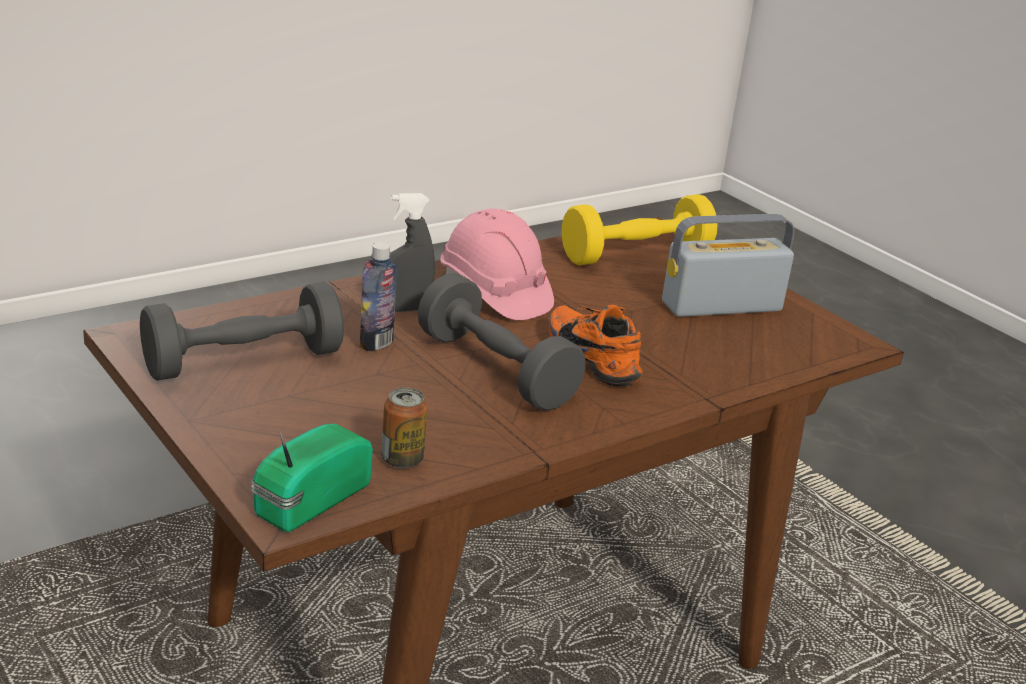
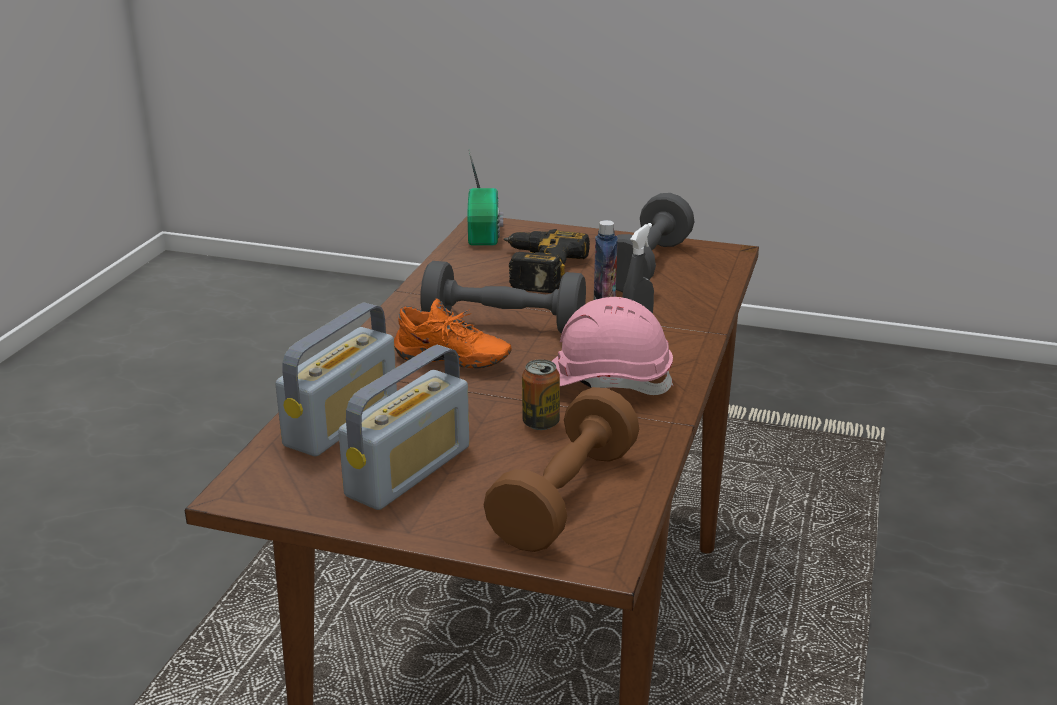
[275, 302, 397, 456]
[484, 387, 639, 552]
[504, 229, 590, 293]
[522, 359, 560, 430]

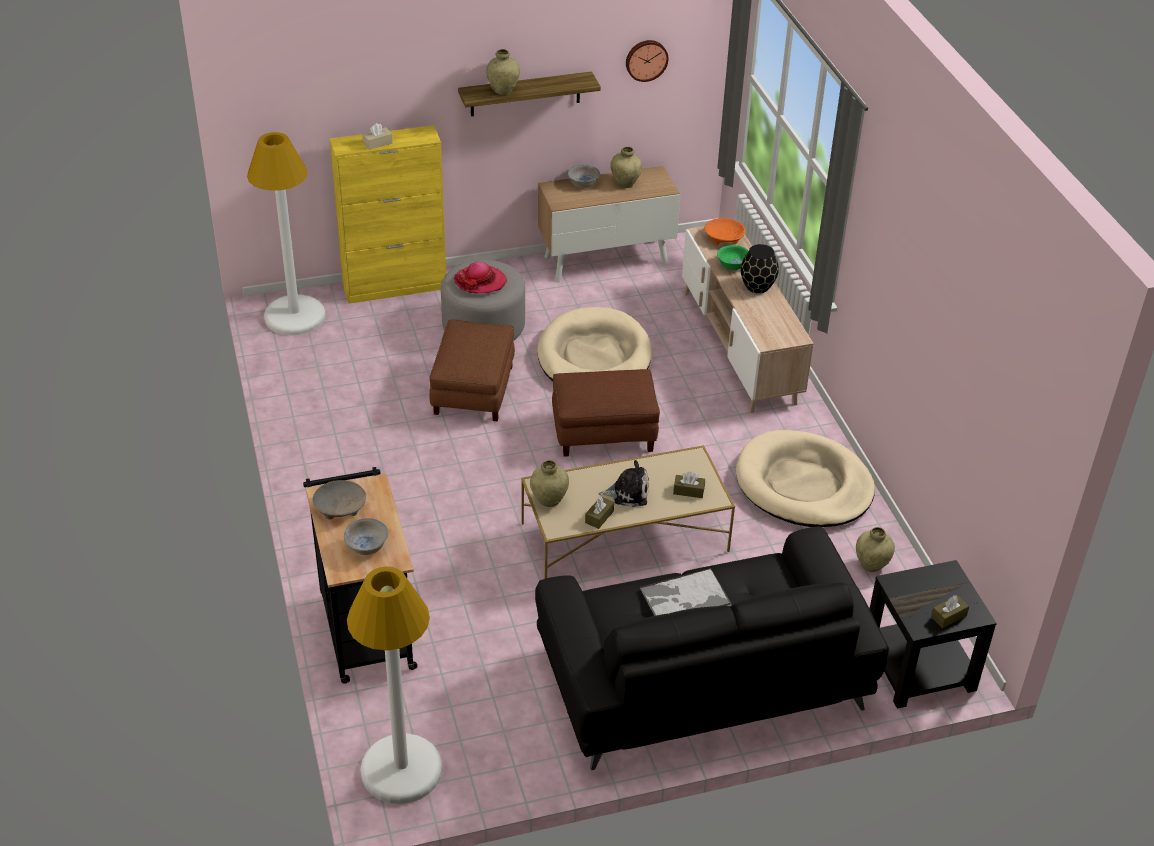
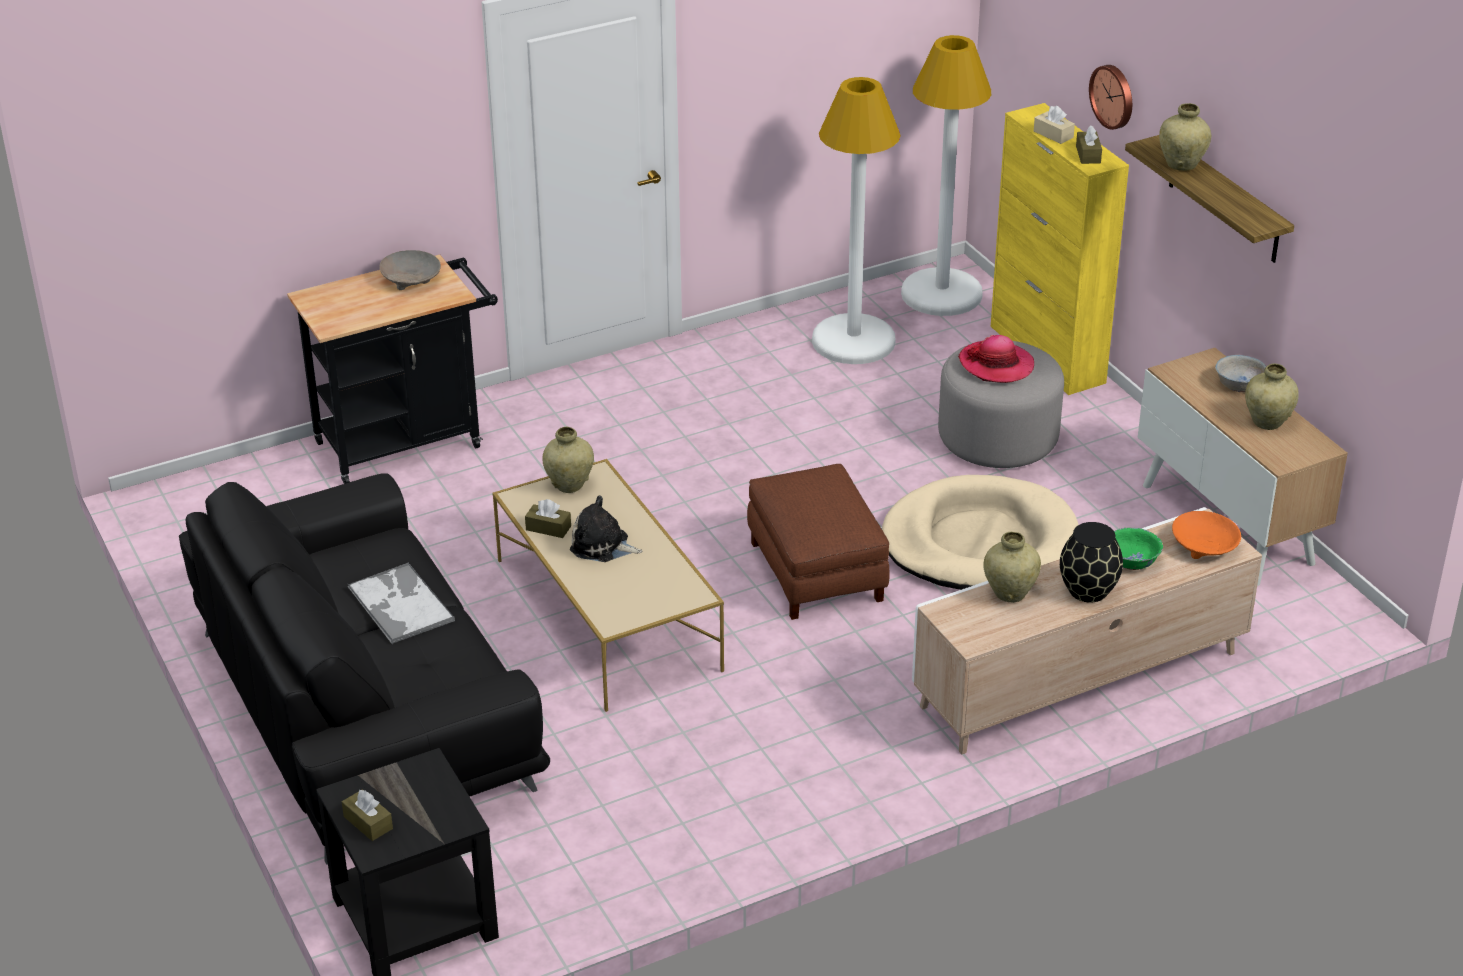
[570, 496, 642, 562]
[812, 77, 901, 364]
[983, 532, 1041, 603]
[1076, 125, 1102, 164]
[1089, 65, 1132, 130]
[344, 518, 388, 555] (first image)
[429, 319, 515, 421] (first image)
[736, 430, 875, 527] (first image)

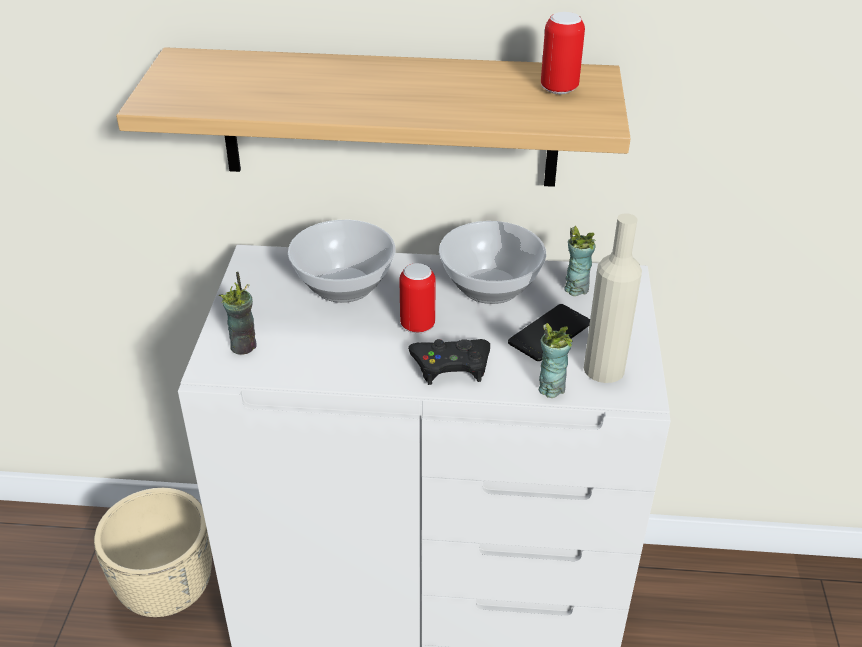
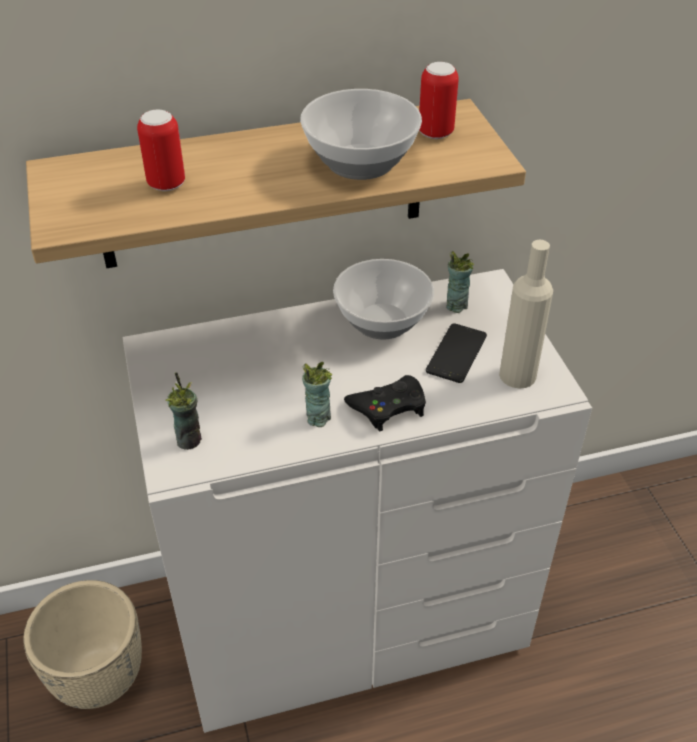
[137, 110, 185, 191]
[300, 89, 422, 180]
[302, 362, 332, 427]

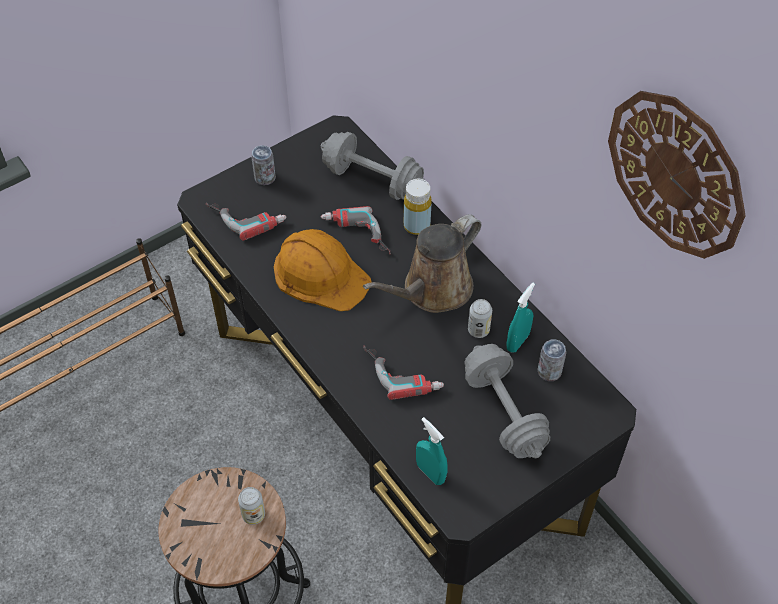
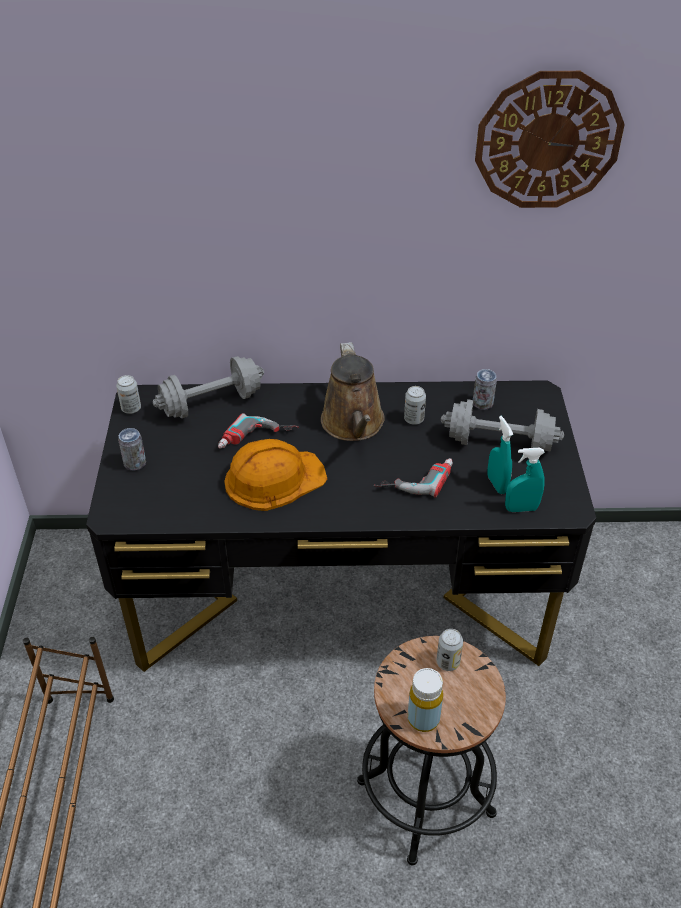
[116, 375, 141, 414]
[408, 668, 443, 732]
[488, 416, 513, 494]
[206, 203, 286, 241] (first image)

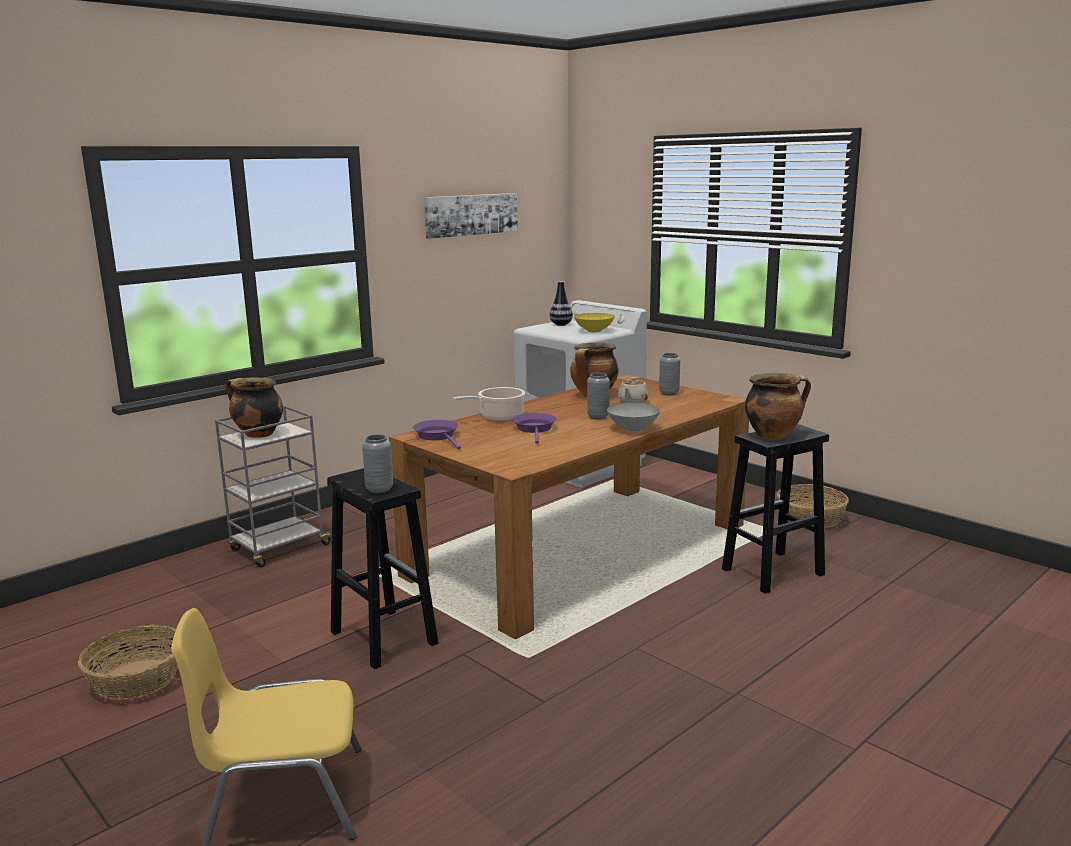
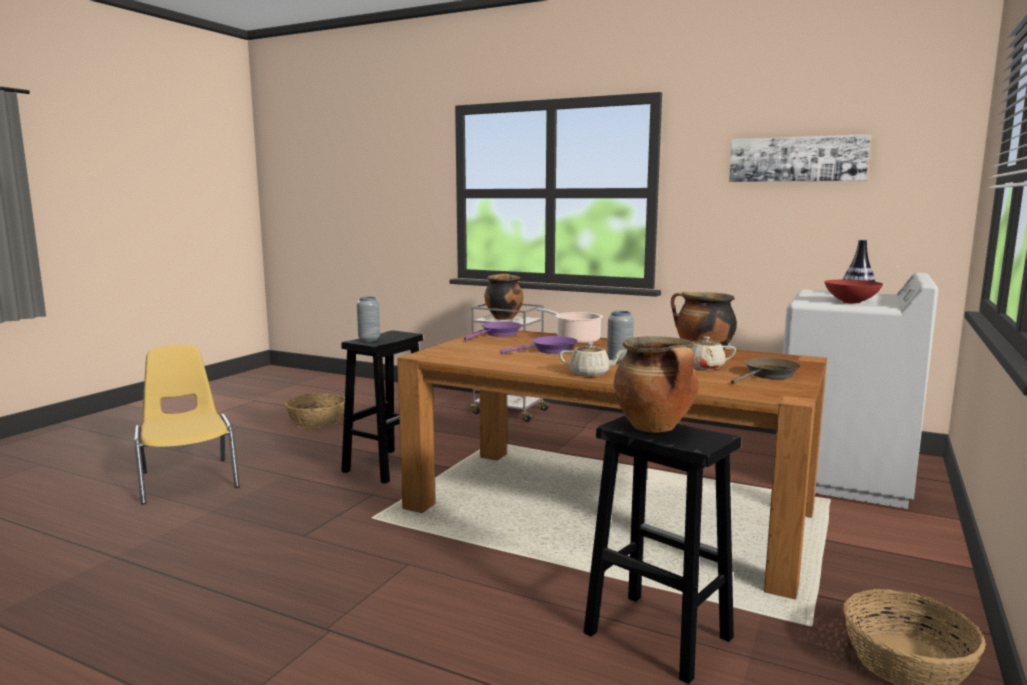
[559, 342, 625, 377]
[731, 358, 800, 384]
[824, 280, 883, 304]

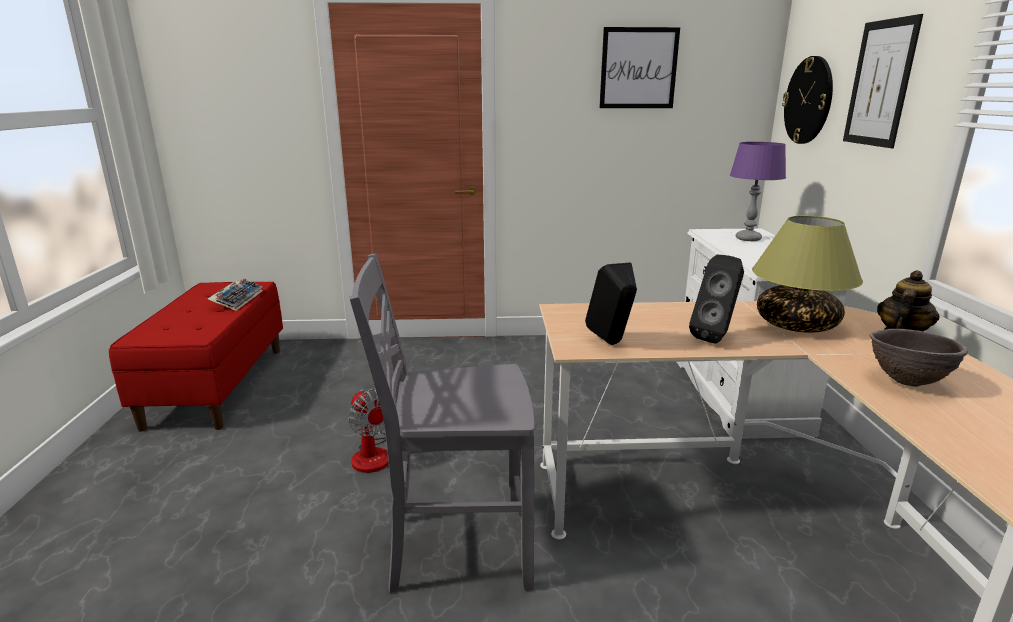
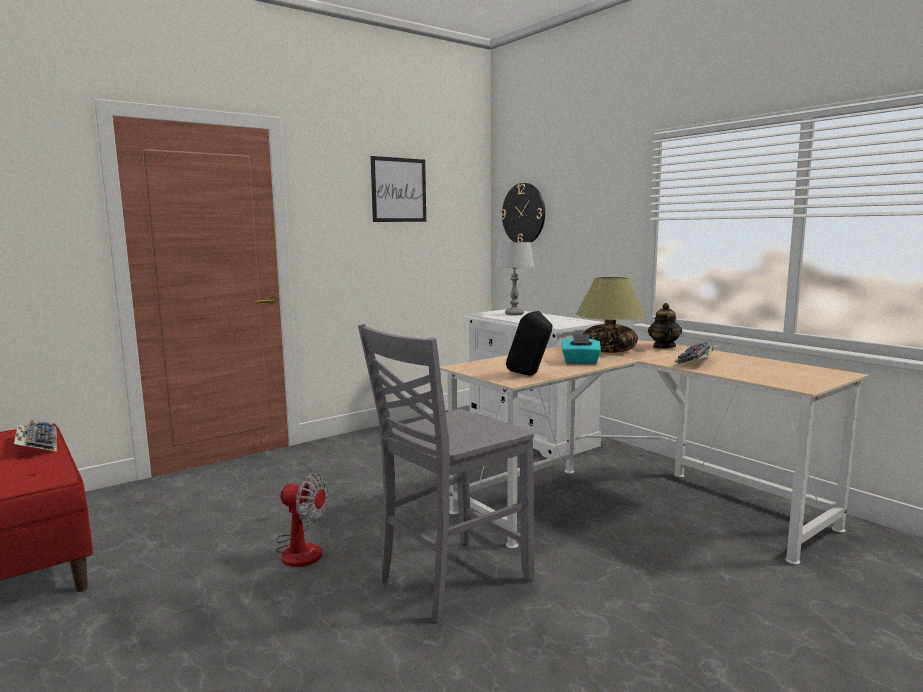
[495, 242, 534, 315]
[562, 334, 601, 364]
[674, 341, 719, 366]
[843, 14, 923, 148] (first image)

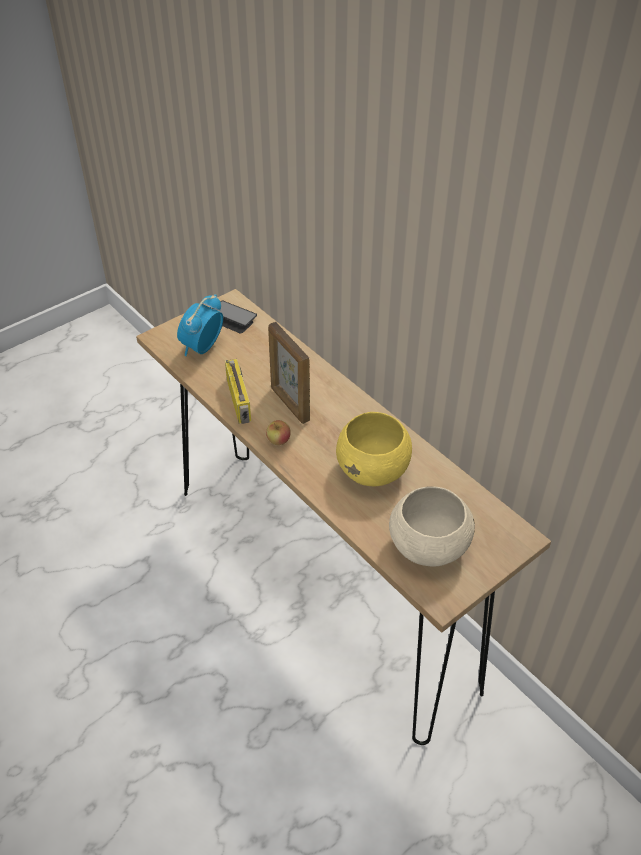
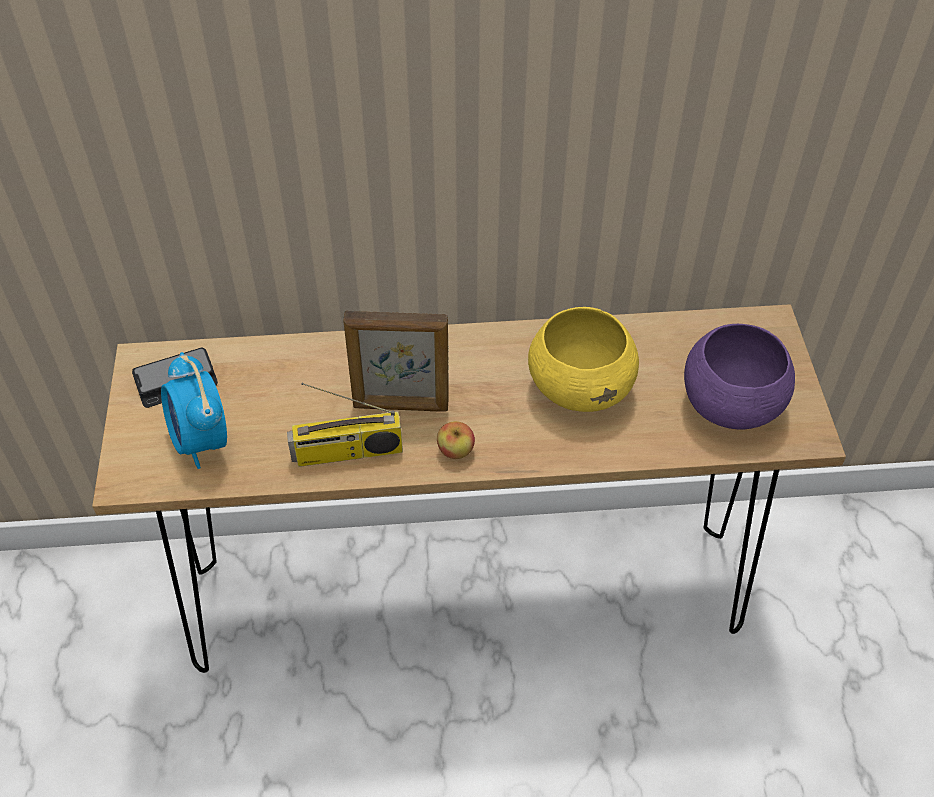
[287, 383, 403, 467]
[684, 324, 795, 430]

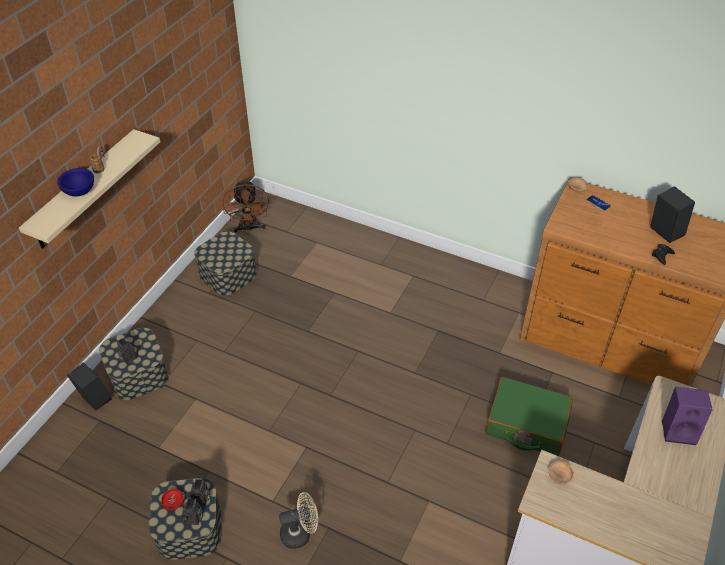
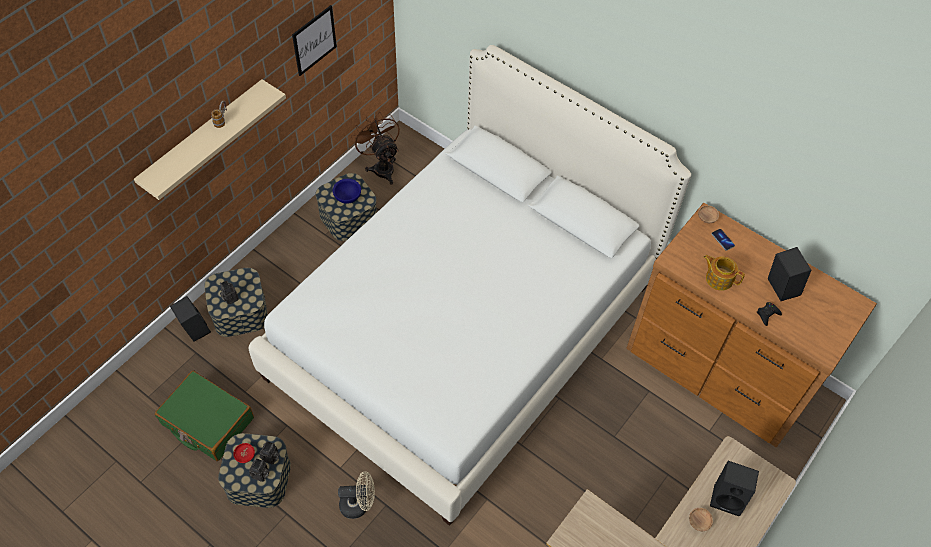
[155, 370, 254, 461]
[249, 45, 691, 526]
[292, 5, 337, 76]
[333, 179, 361, 204]
[351, 112, 400, 184]
[689, 508, 713, 531]
[704, 255, 745, 291]
[710, 461, 759, 516]

